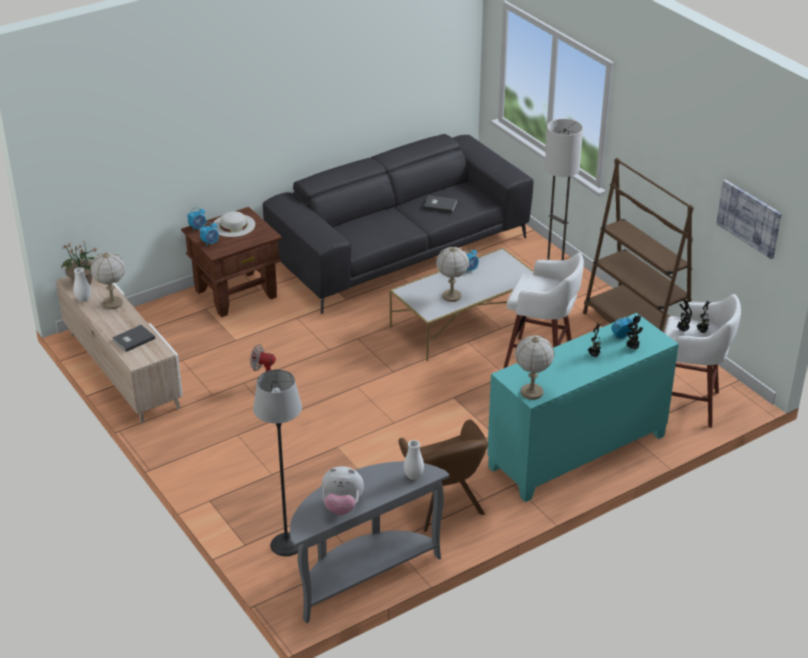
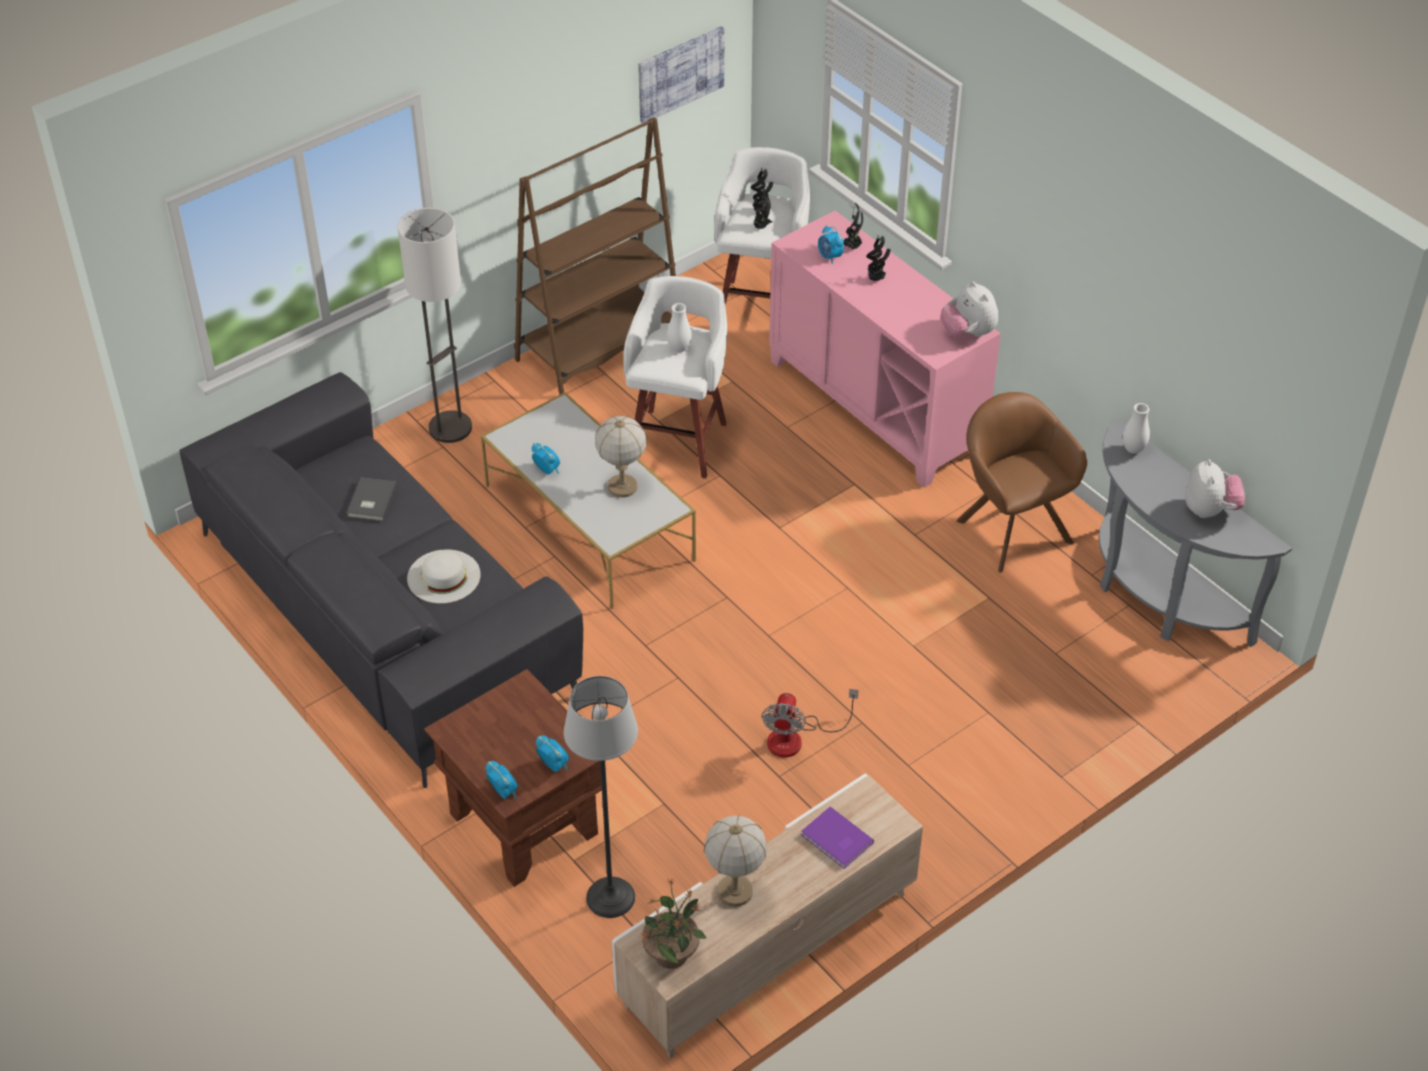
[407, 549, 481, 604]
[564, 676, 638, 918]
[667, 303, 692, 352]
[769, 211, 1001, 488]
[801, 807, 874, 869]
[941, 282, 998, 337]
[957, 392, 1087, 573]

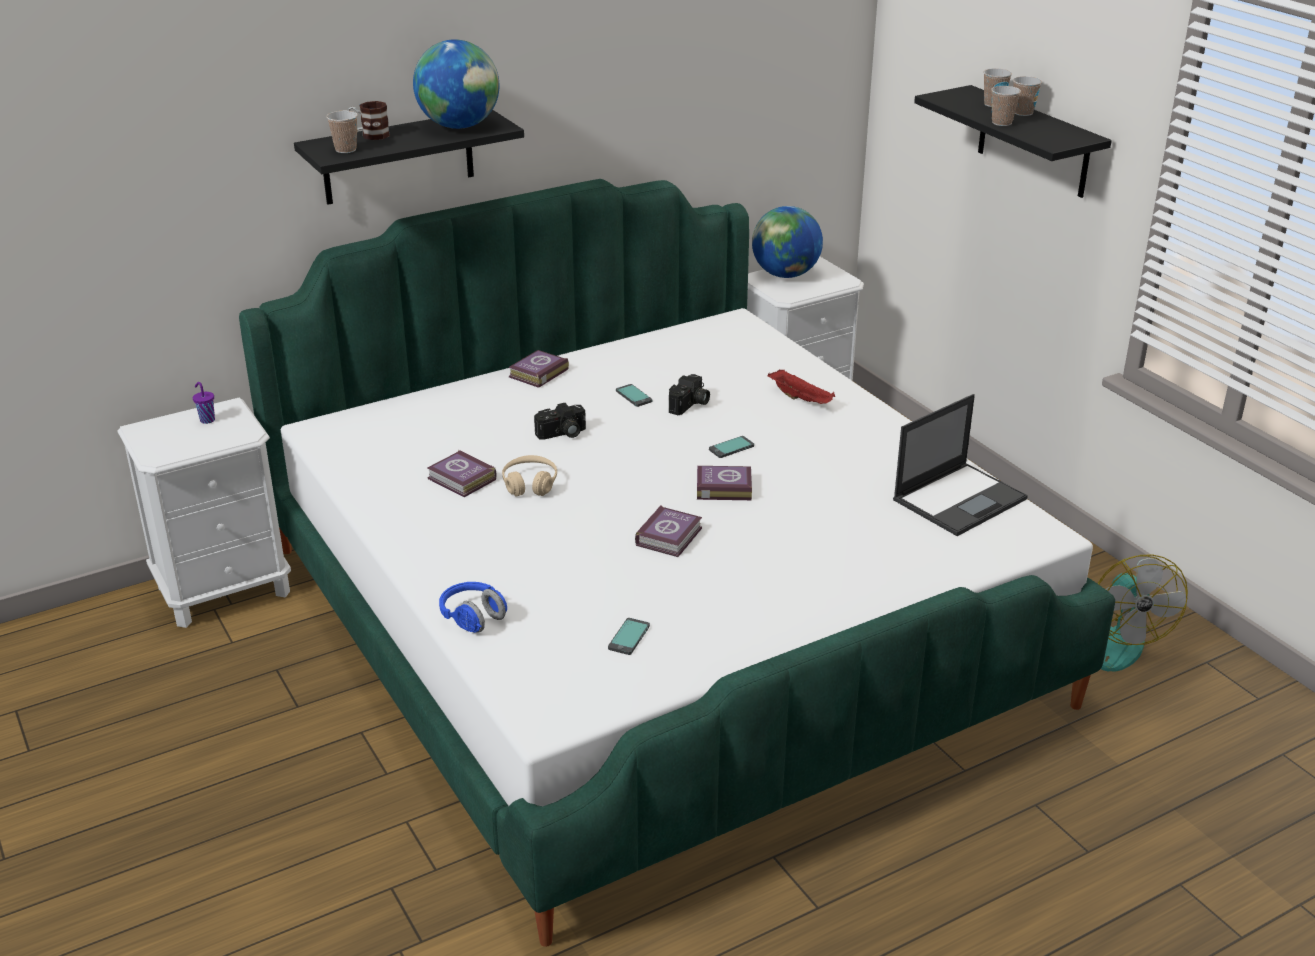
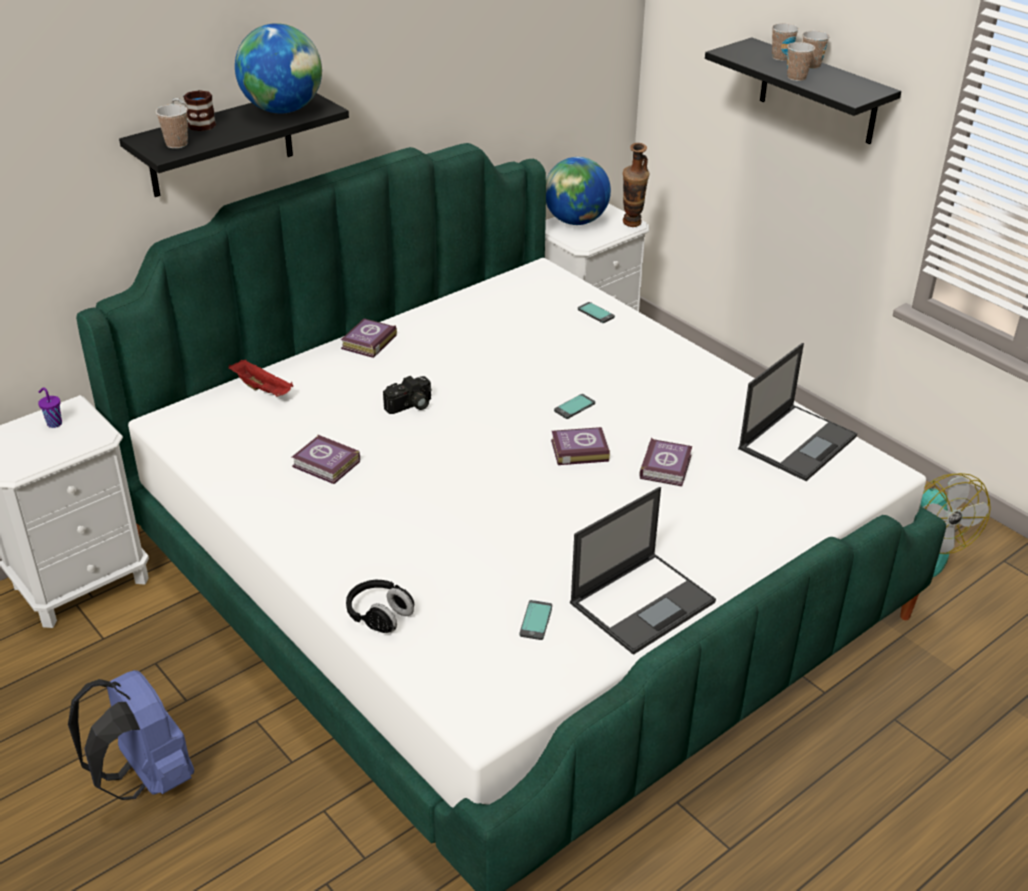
[68, 670, 194, 800]
[229, 360, 293, 396]
[346, 580, 414, 633]
[570, 487, 716, 655]
[578, 302, 615, 323]
[623, 143, 650, 227]
[639, 438, 692, 487]
[502, 455, 557, 496] (first image)
[669, 374, 710, 415] (first image)

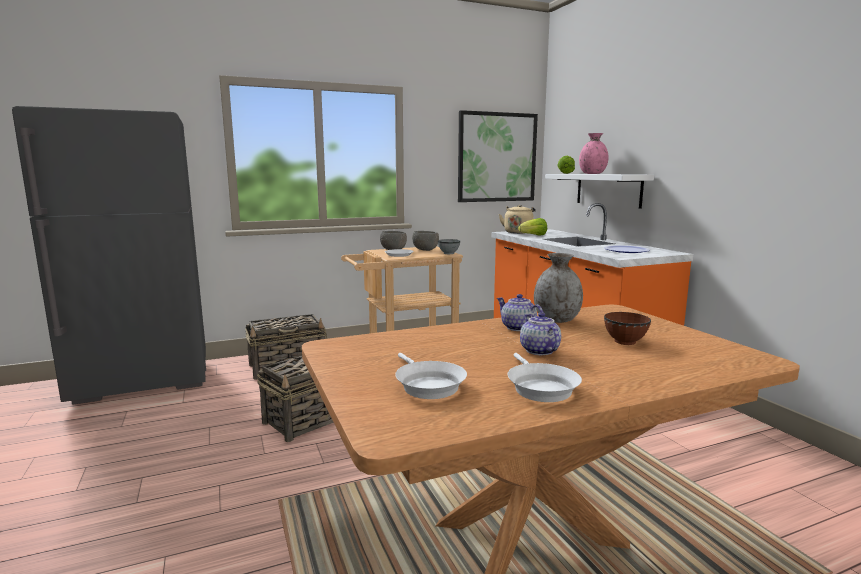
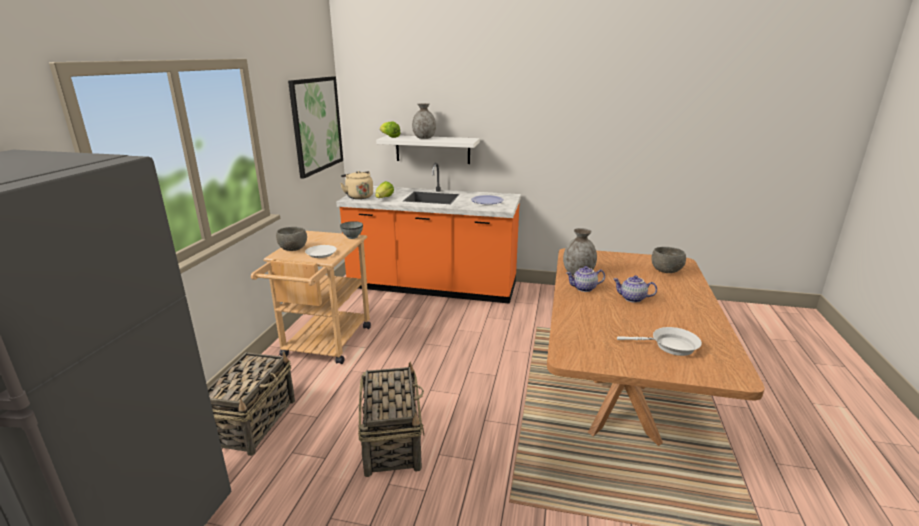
[412, 103, 436, 139]
[652, 247, 686, 273]
[508, 353, 582, 402] (first image)
[604, 312, 651, 345] (first image)

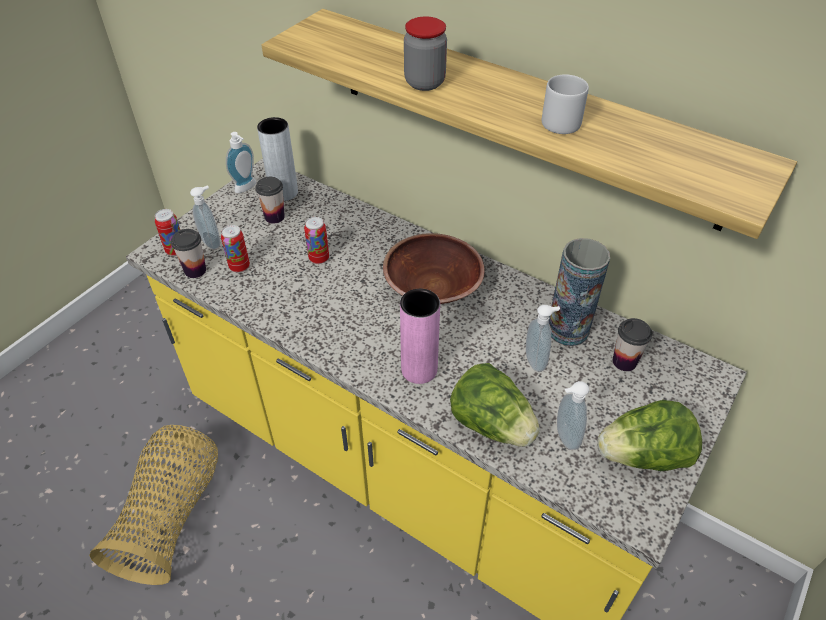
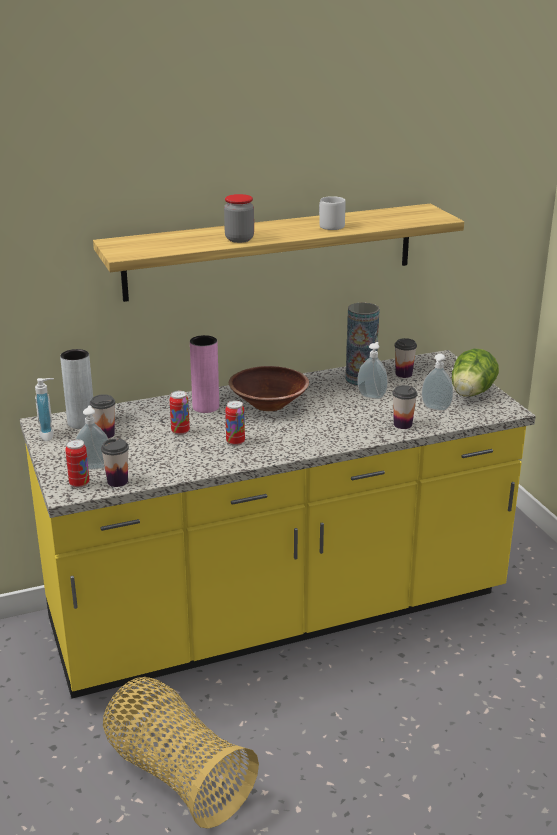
[190, 335, 219, 413]
[225, 400, 245, 446]
[392, 385, 417, 429]

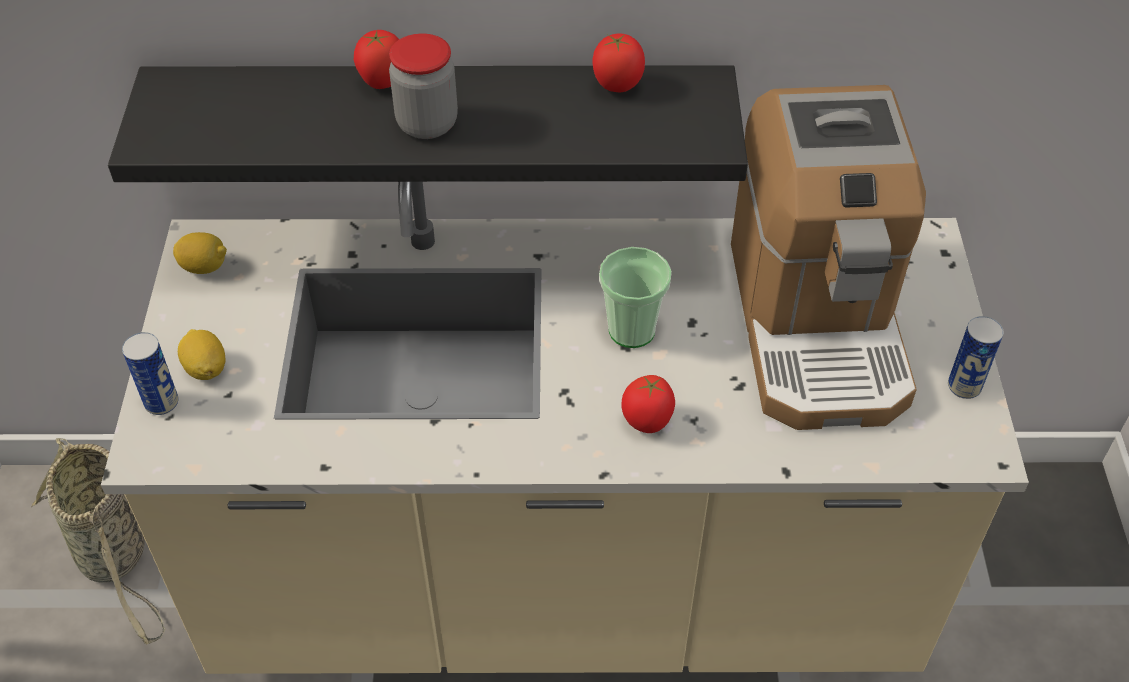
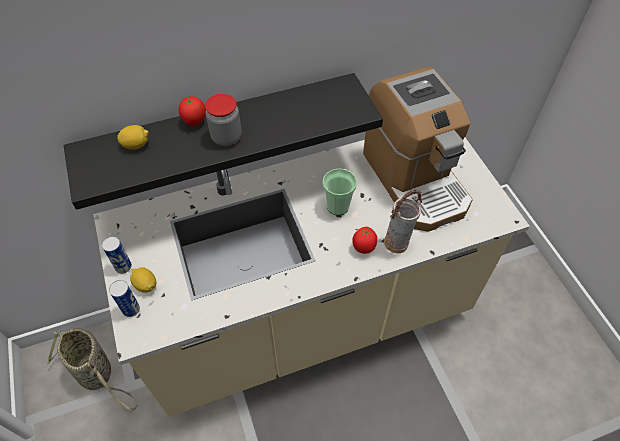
[102, 236, 132, 274]
[117, 125, 149, 150]
[384, 190, 422, 254]
[592, 33, 645, 92] (first image)

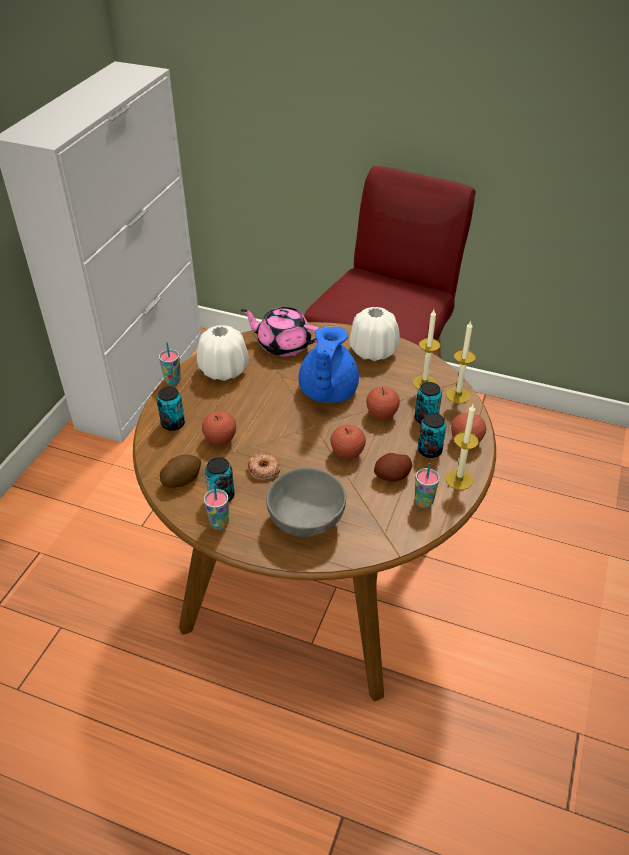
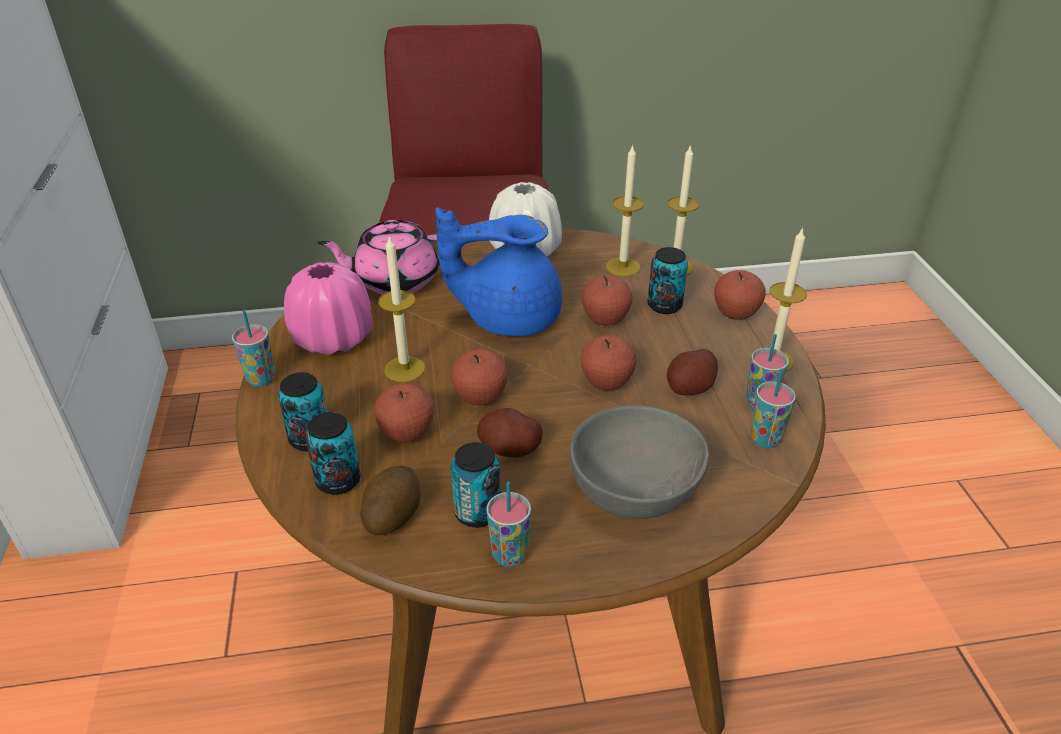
[284, 262, 373, 355]
[305, 412, 361, 495]
[378, 235, 425, 382]
[435, 207, 562, 336]
[451, 349, 508, 406]
[477, 408, 543, 457]
[751, 368, 796, 448]

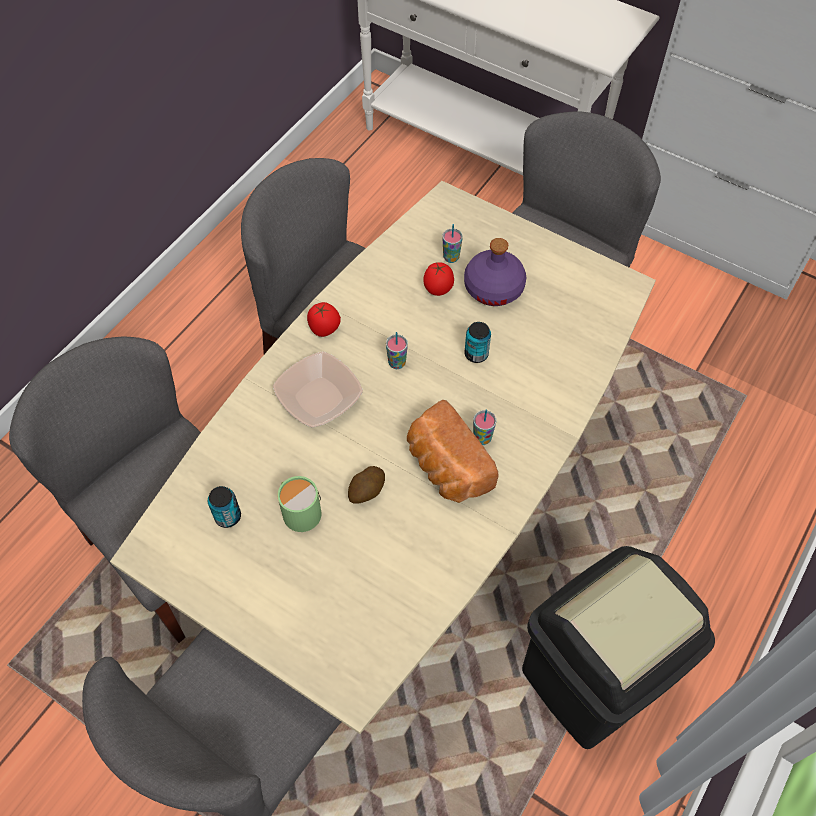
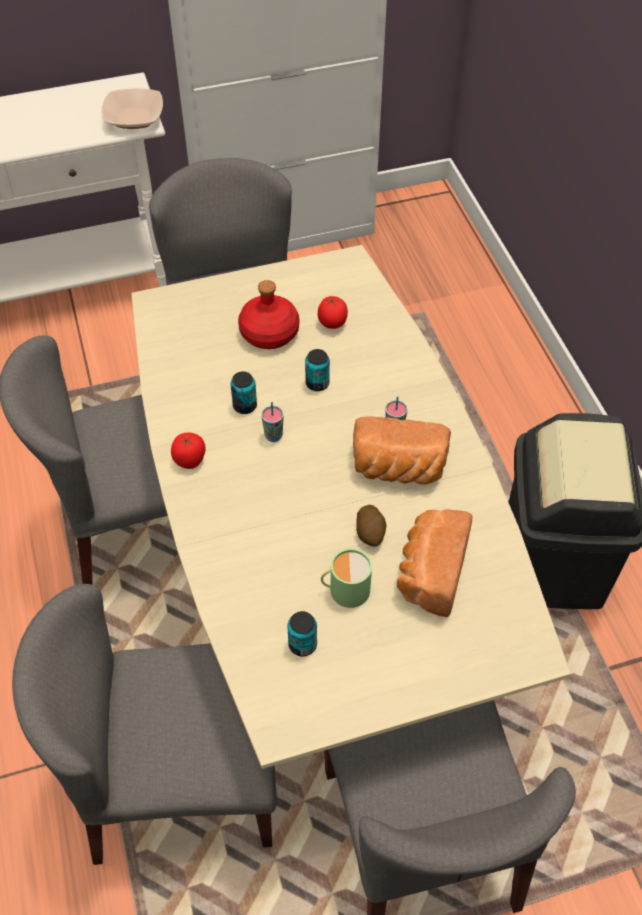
[102, 88, 163, 129]
[230, 371, 257, 414]
[238, 280, 300, 349]
[318, 296, 348, 329]
[397, 509, 472, 617]
[442, 224, 463, 263] (first image)

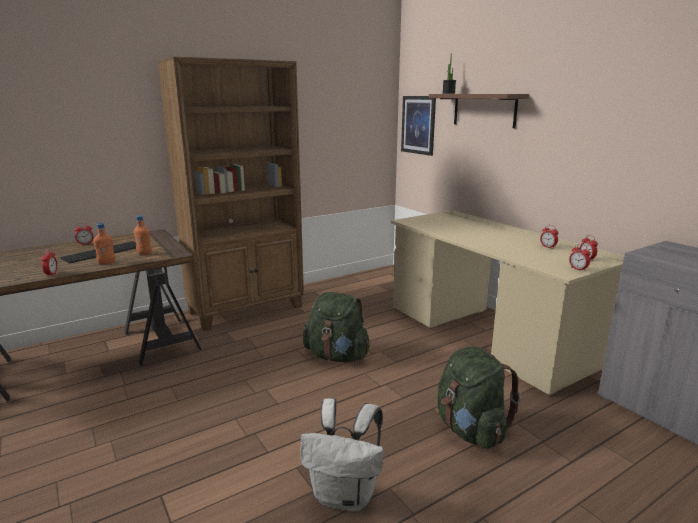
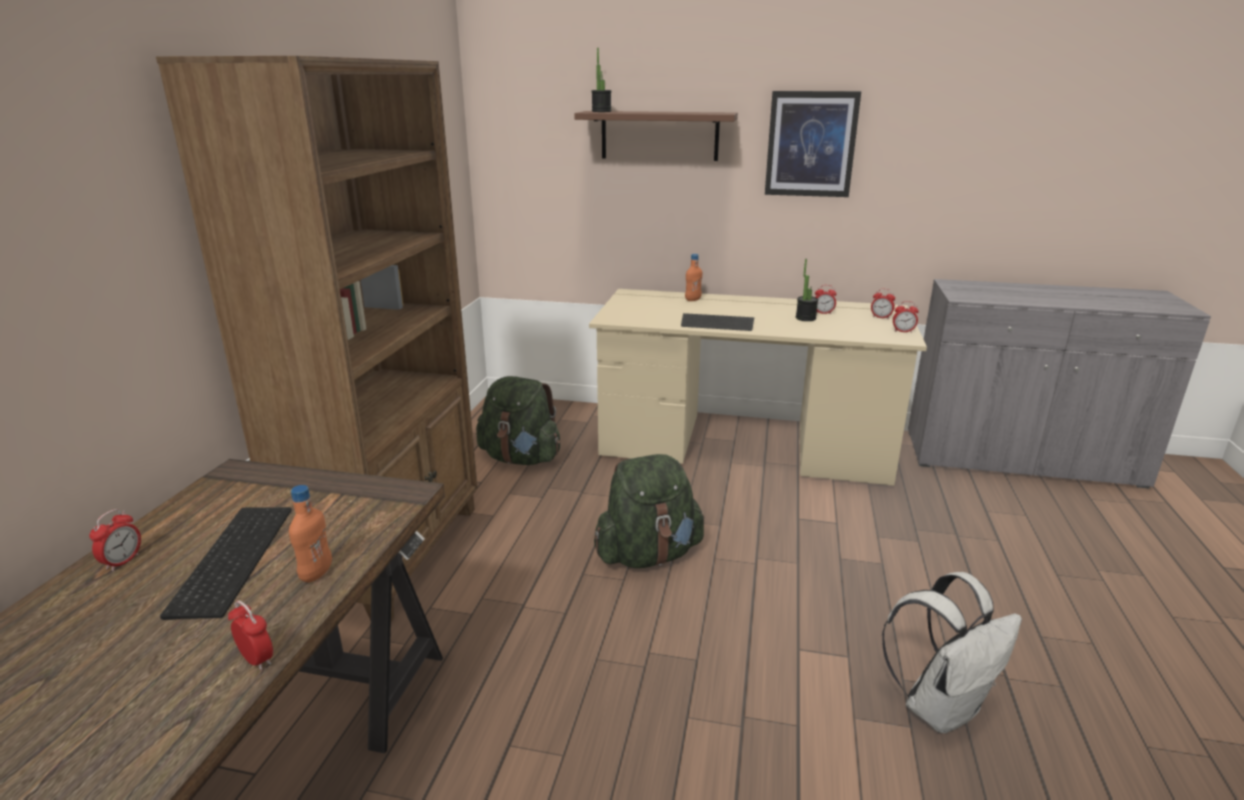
[476, 376, 560, 465]
[681, 313, 754, 331]
[685, 254, 702, 301]
[765, 91, 861, 197]
[796, 259, 818, 321]

